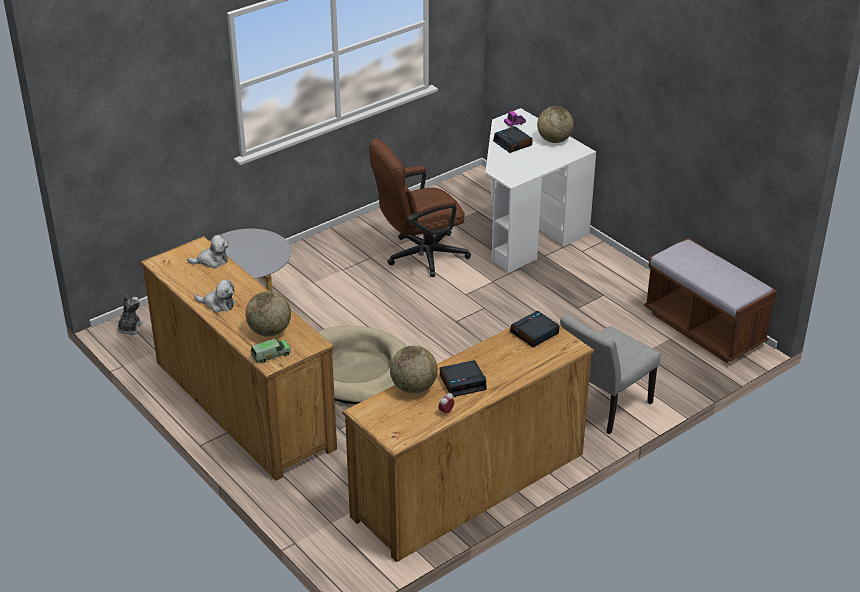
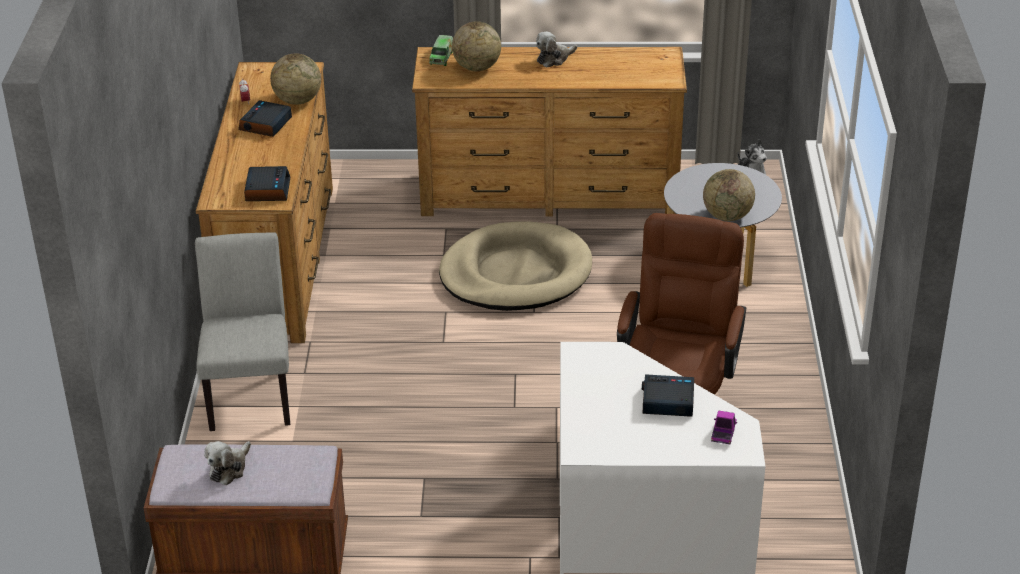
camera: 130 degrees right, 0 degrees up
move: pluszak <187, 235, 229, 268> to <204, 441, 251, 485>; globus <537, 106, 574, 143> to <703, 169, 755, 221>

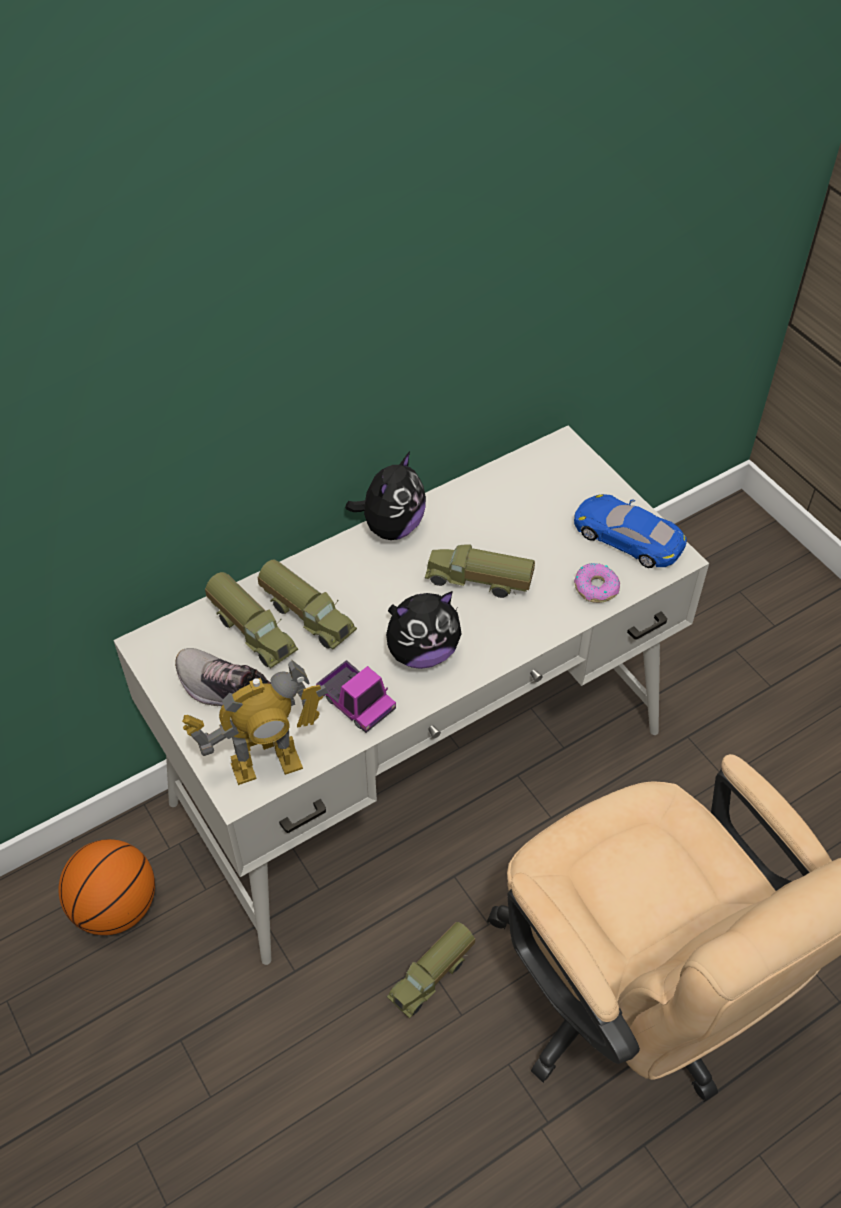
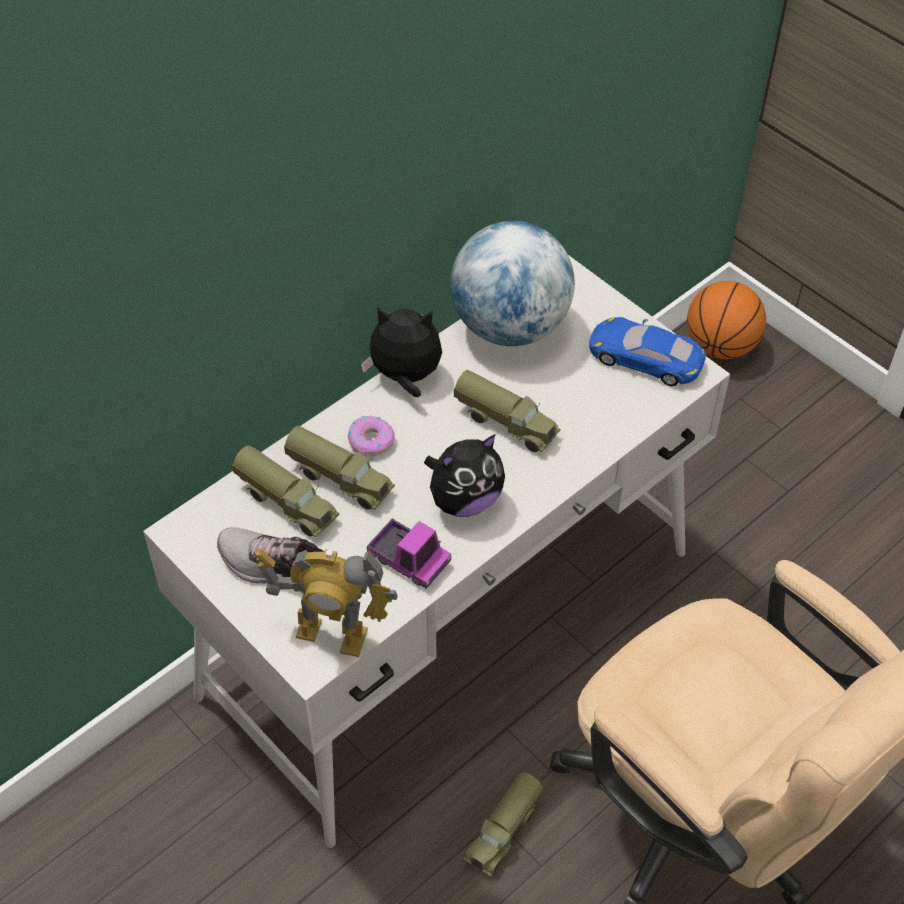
camera: 10 degrees left, 0 degrees up
insert: globus <450, 221, 575, 346>
move: piłka do koszykówki <59, 839, 155, 935> to <687, 281, 766, 359>; donut <574, 563, 620, 603> to <348, 416, 395, 457>
rotate: robot zabawkowy <182, 659, 328, 785> = <254, 548, 398, 657> 45 degrees clockwise; pluszak <345, 451, 426, 540> = <361, 307, 442, 397> 105 degrees counterclockwise; ciężarówka zabawkowa <425, 544, 535, 598> = <454, 370, 561, 452> 150 degrees counterclockwise

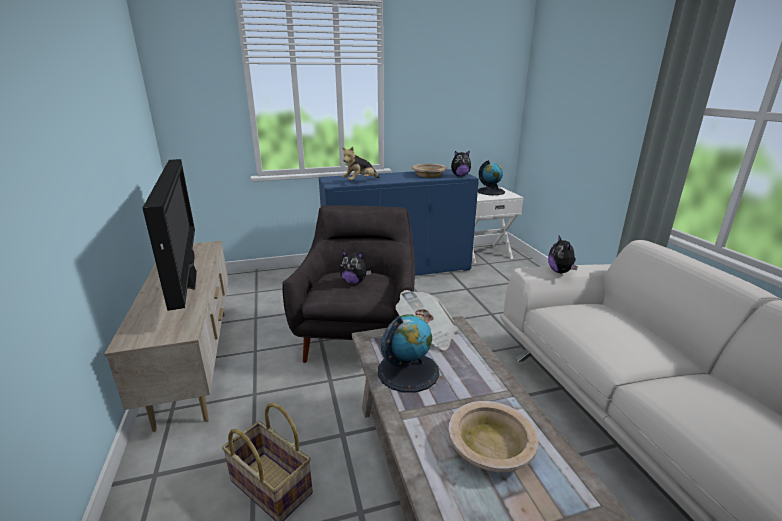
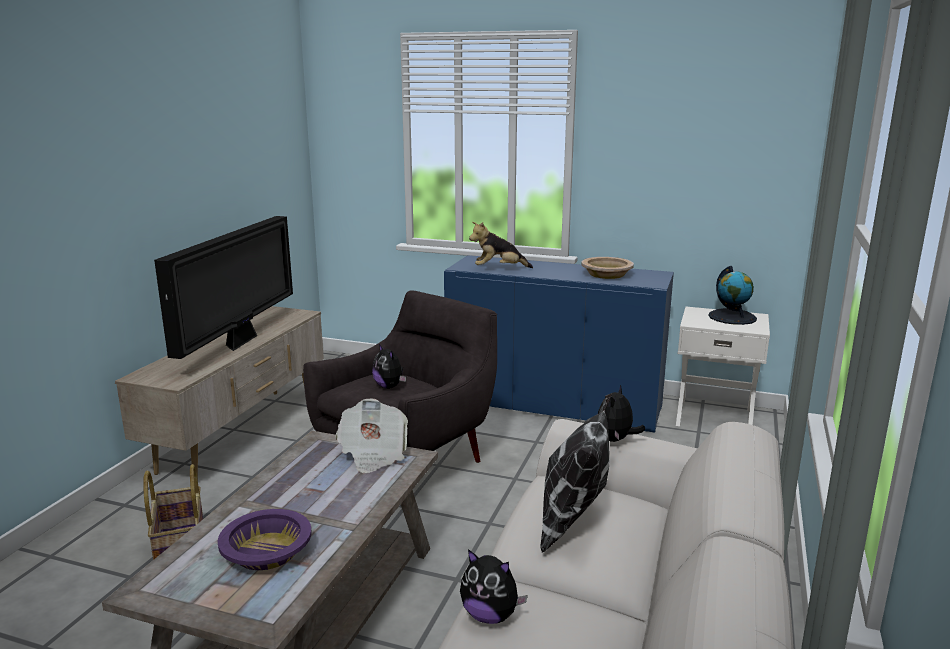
camera: 35 degrees right, 5 degrees down
delete: globus <378, 314, 439, 393>
insert: poduszka <540, 393, 612, 552>
move: pluszak <451, 150, 471, 176> to <460, 549, 528, 624>
recolor: miska (beżowy) <448, 401, 538, 472> to miska (fioletowy) <218, 509, 311, 570>

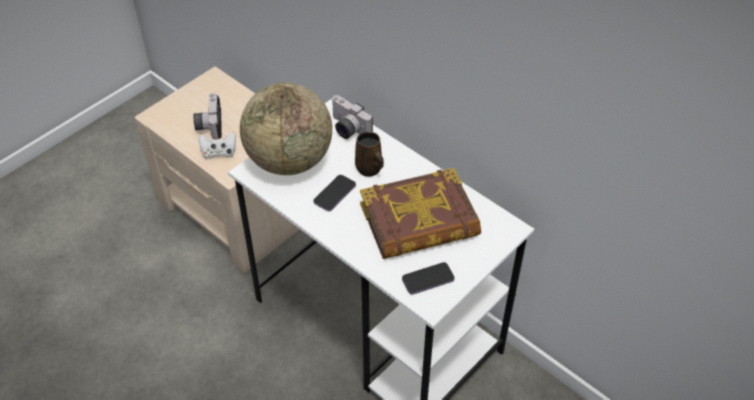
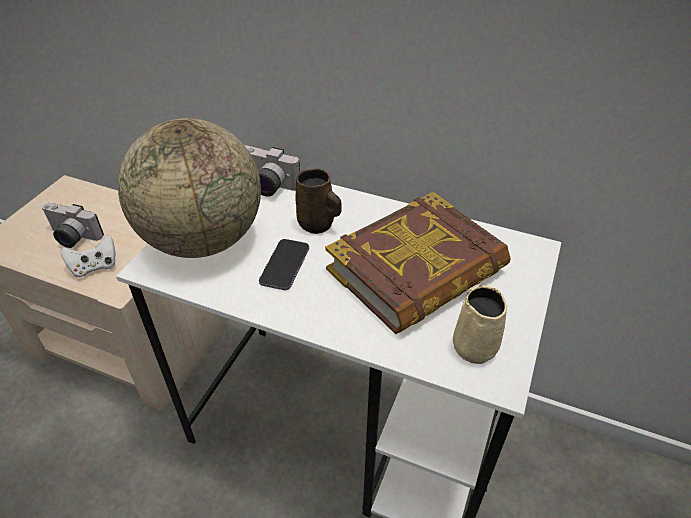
camera: 20 degrees left, 5 degrees down
replace: telefon <402, 262, 455, 295> to kubek (beżowy) <453, 285, 507, 364>
rotate: aparat fotograficzny <193, 93, 222, 140> = <42, 203, 104, 248> 45 degrees counterclockwise

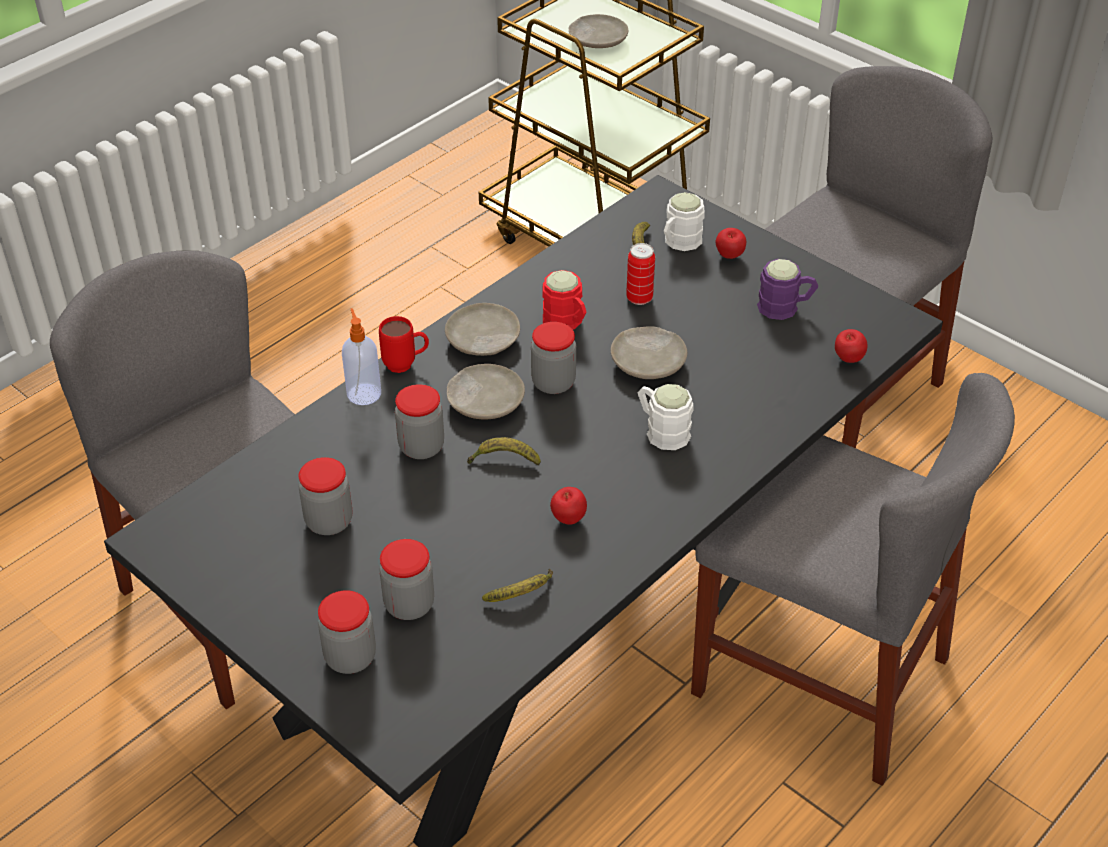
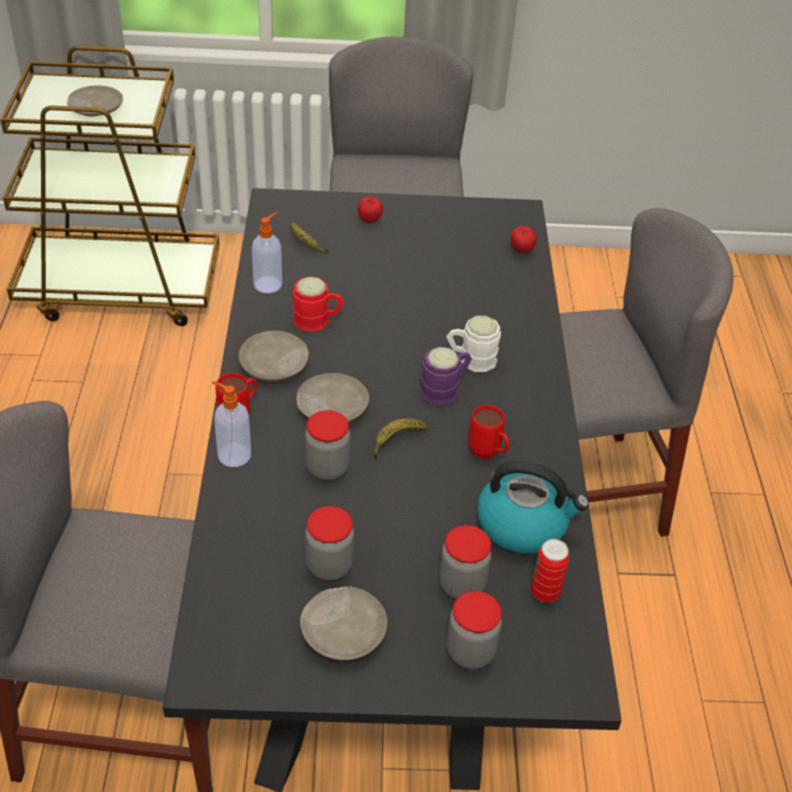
camera: 45 degrees left, 0 degrees up
delete: słoik <531, 322, 576, 394>; kubek (biały) <664, 192, 705, 251>
insert: dozownik mydła <252, 212, 282, 293>
move: talerz (beżowy) <611, 326, 687, 379> to <300, 586, 387, 661>; puszka <626, 243, 655, 305> to <531, 539, 570, 603>; kubek (fioletowy) <757, 259, 818, 320> to <420, 347, 472, 405>
replace: banan <482, 569, 553, 602> to czajnik <477, 460, 589, 554>; jabłko <550, 487, 587, 525> to kubek (czerwony) <468, 405, 510, 459>

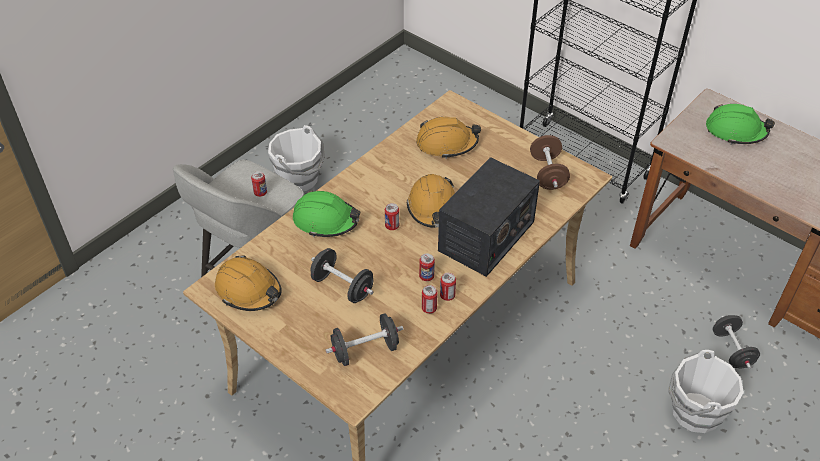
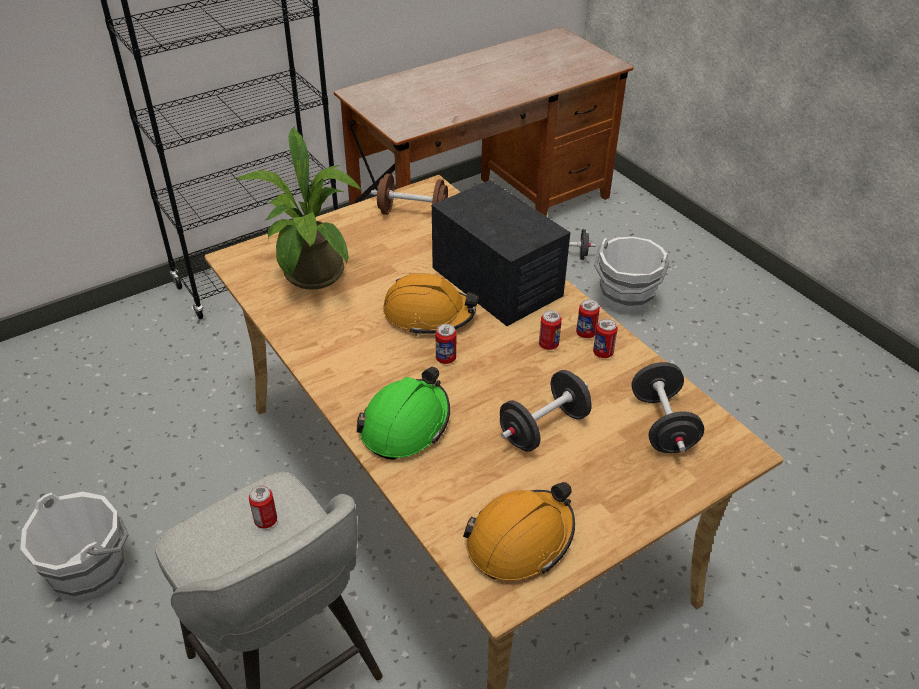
camera: 75 degrees left, 5 degrees down
delete: kask (zielony) <706, 104, 775, 145>
replace: kask (pomarańczowy) <416, 117, 481, 159> to roślina doniczkowa <236, 127, 363, 290>

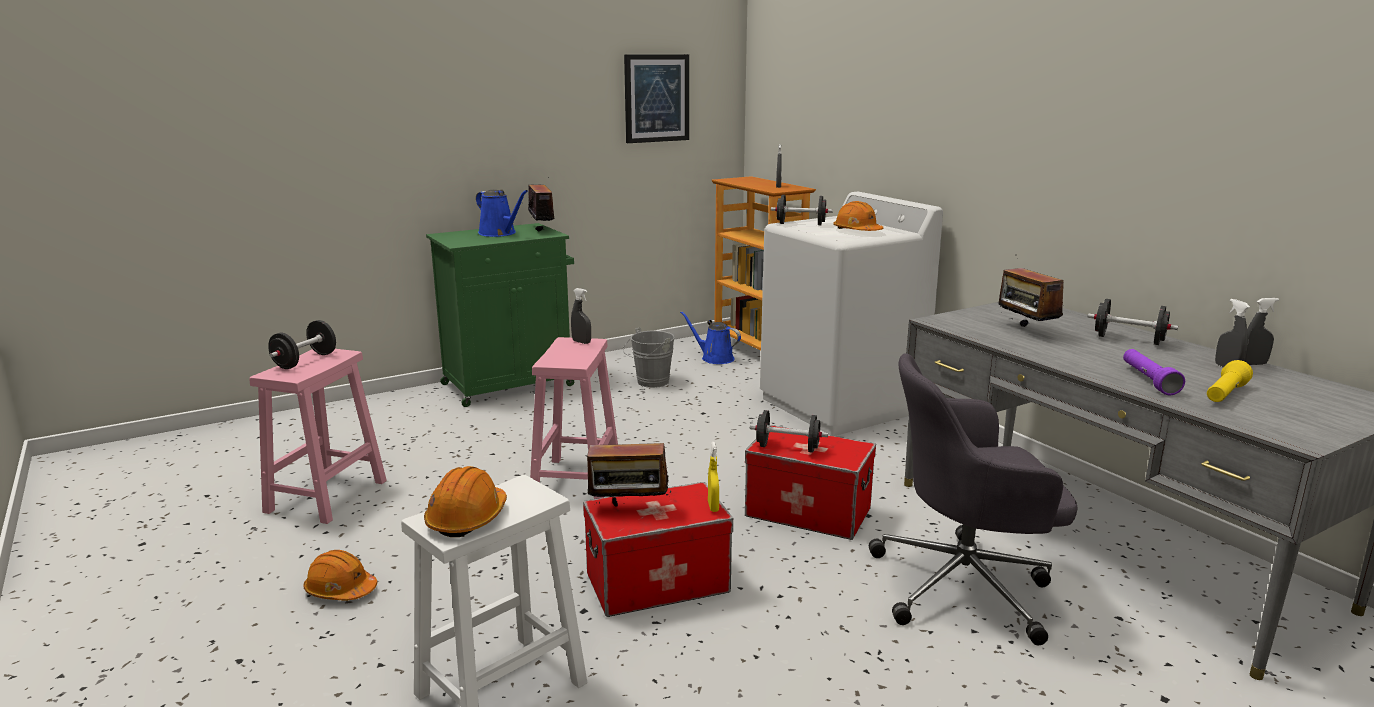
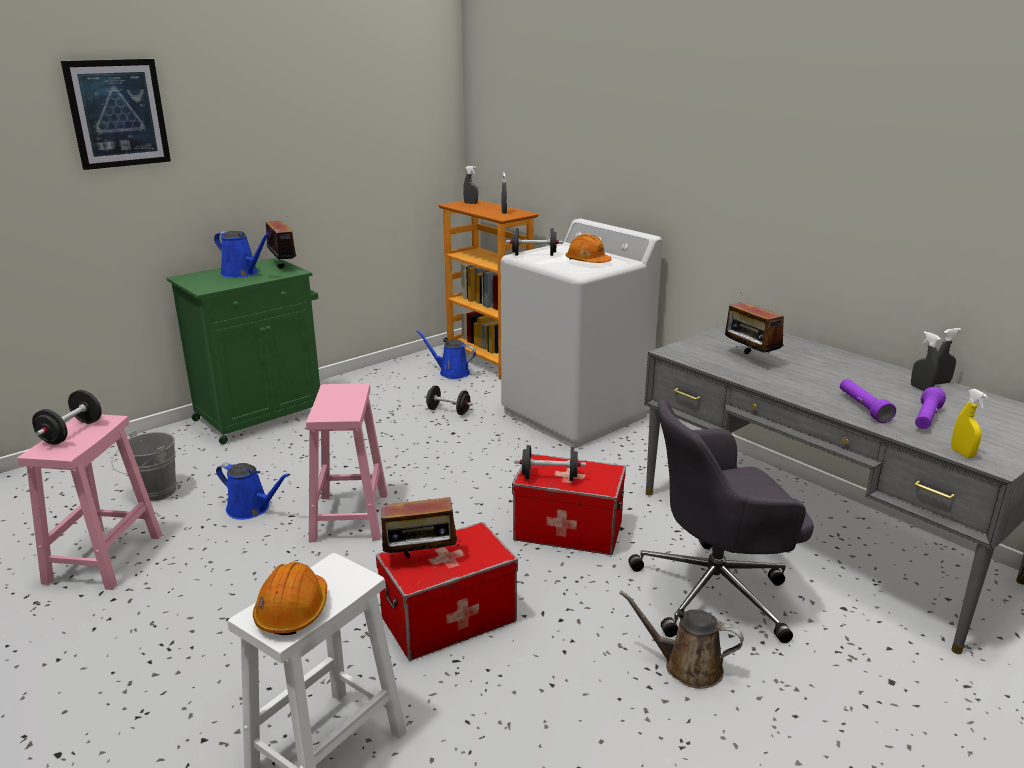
camera: 10 degrees left, 5 degrees up
delete: kask (pomarańczowy) <303, 550, 377, 601>
insert: konewka (niebieski) <216, 463, 290, 520>; konewka (brązowy) <619, 591, 744, 689>
move: spryskiwacz (szary) <571, 288, 591, 344> to <463, 166, 478, 204>; wiadro (szary) <623, 327, 675, 388> to <112, 430, 176, 502>; obraz <624, 54, 689, 143> to <61, 59, 171, 170>; spryskiwacz (żółty) <708, 442, 719, 512> to <951, 389, 988, 458>; hantel (czarny) <1087, 299, 1178, 345> to <424, 385, 473, 415>
recolor: latarka (żółty) <1207, 360, 1253, 402> to latarka (fioletowy) <915, 387, 946, 429>

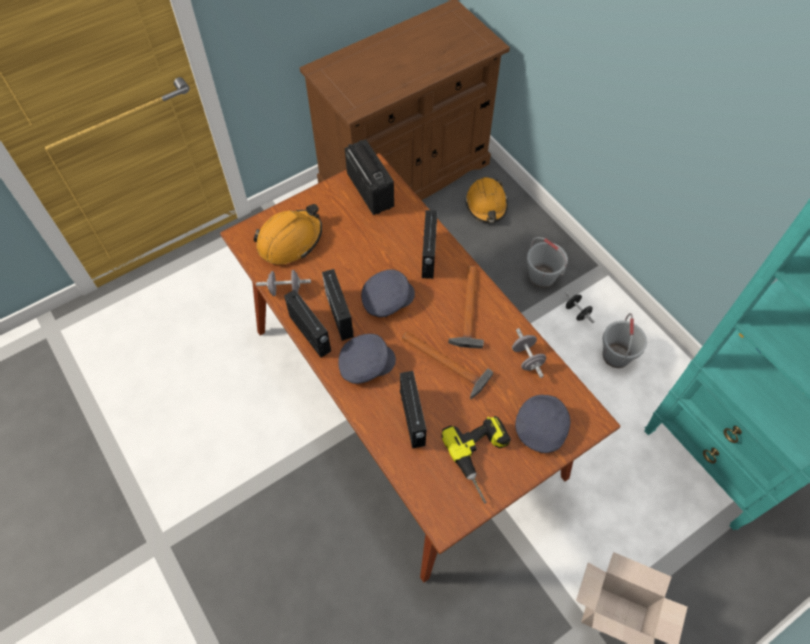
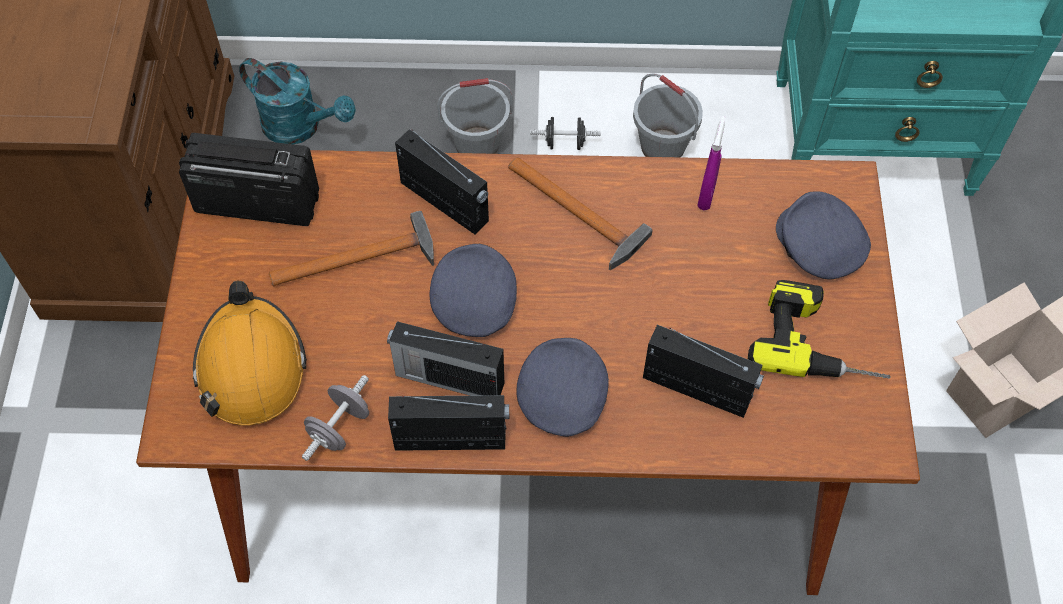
camera: 55 degrees left, 0 degrees up
move: młotek <402, 332, 493, 400> to <269, 211, 434, 286>
replace: kask (pomarańczowy) <465, 177, 508, 223> to konewka (turkusowy) <239, 58, 356, 144>; hantel (szary) <512, 328, 546, 378> to spryskiwacz (fioletowy) <697, 116, 726, 210>

